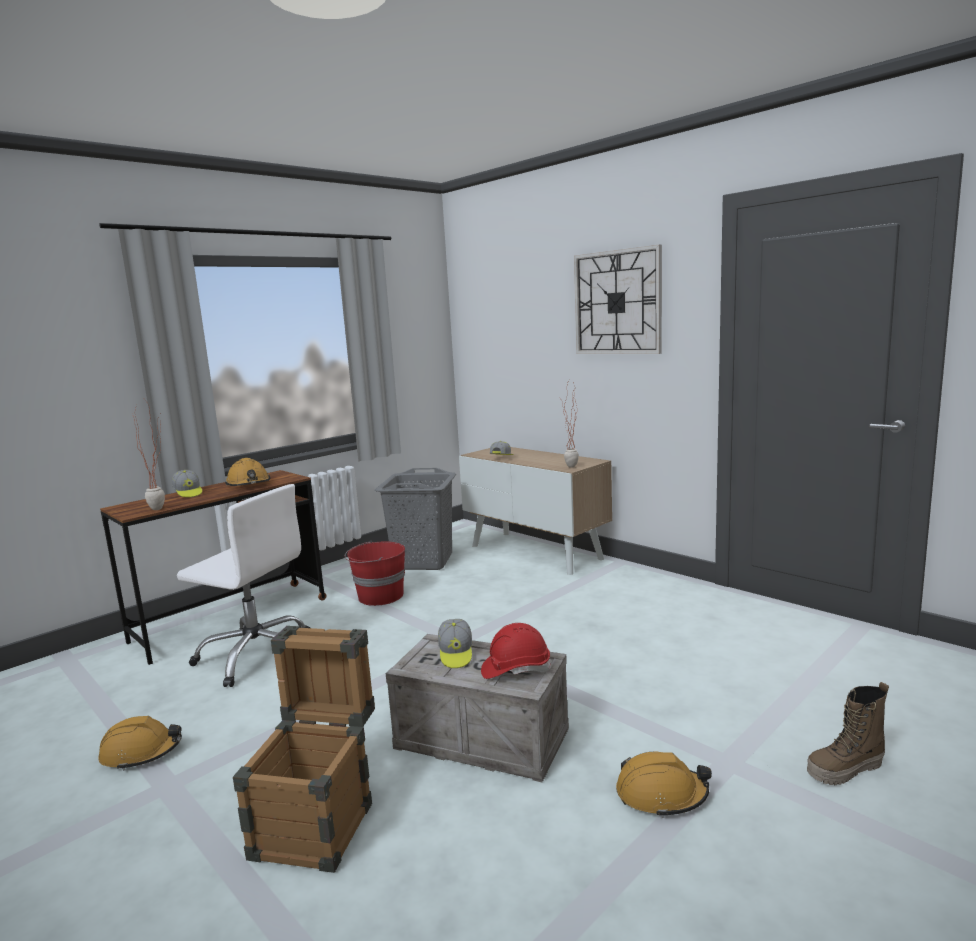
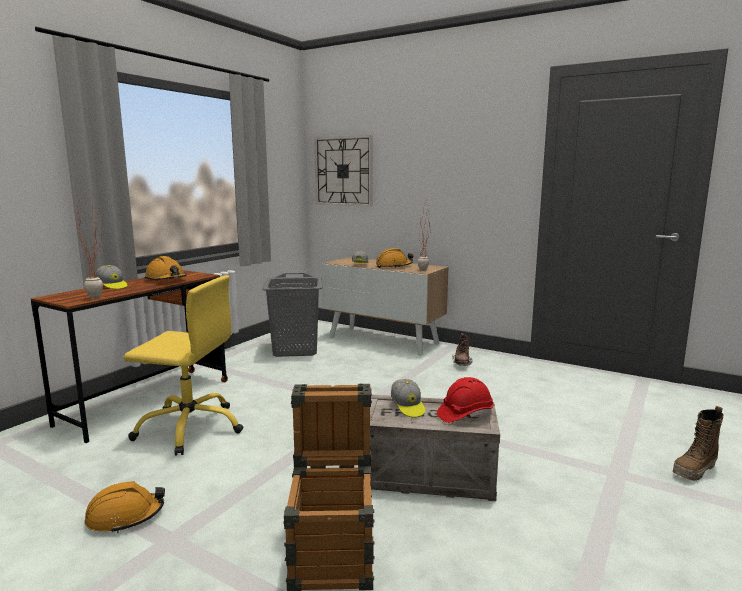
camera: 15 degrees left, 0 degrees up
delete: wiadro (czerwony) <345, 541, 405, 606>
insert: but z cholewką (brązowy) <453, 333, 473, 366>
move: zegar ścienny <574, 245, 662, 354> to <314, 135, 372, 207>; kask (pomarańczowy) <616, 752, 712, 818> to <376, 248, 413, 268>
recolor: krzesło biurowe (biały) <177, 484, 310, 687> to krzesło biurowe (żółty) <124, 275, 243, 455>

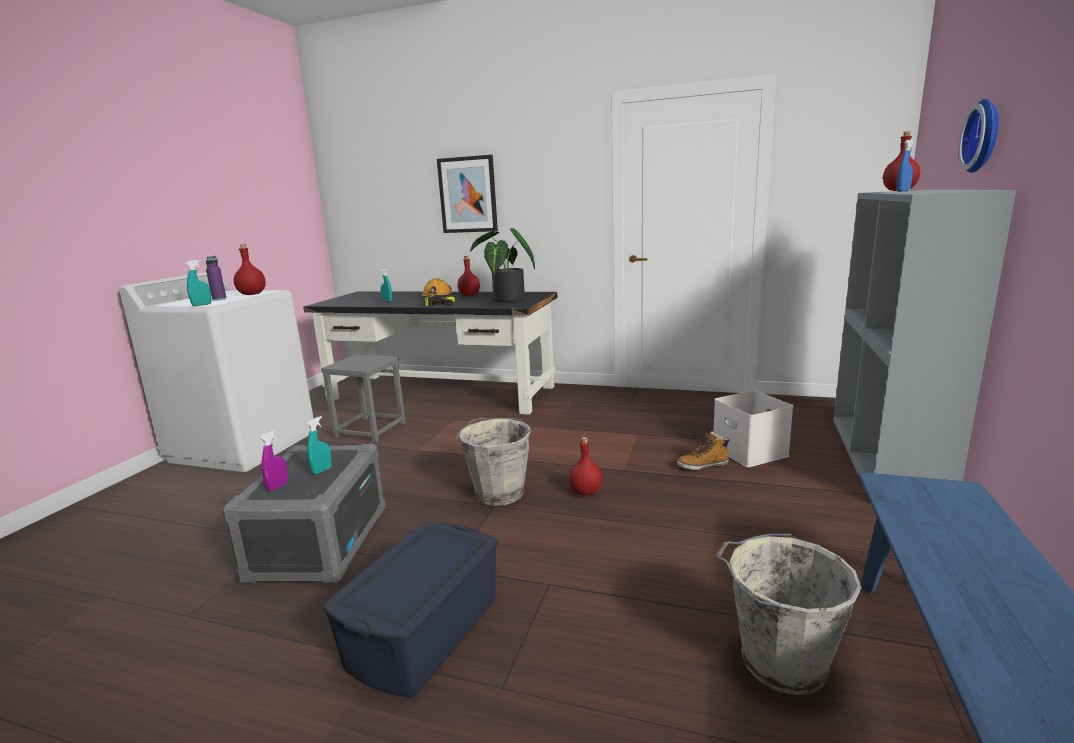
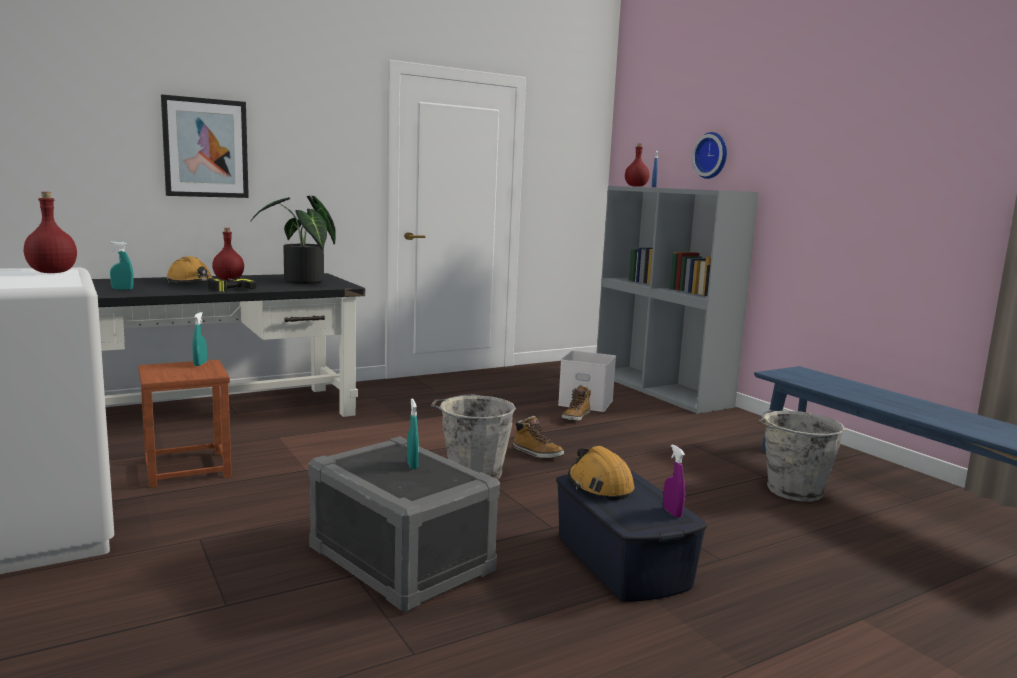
camera: 50 degrees left, 5 degrees down
delete: butelka (fioletowy) <206, 256, 227, 301>
insert: kask (pomarańczowy) <568, 446, 634, 501>
move: spryskiwacz (turkusowy) <186, 260, 212, 306> to <192, 312, 207, 366>; spryskiwacz (fioletowy) <260, 429, 288, 491> to <663, 444, 685, 518>
replace: butelka (czerwony) <569, 437, 602, 495> to but z cholewką <513, 416, 564, 459>
recolor: stołek (szary) <321, 354, 406, 442> to stołek (brązowy) <138, 360, 232, 488>

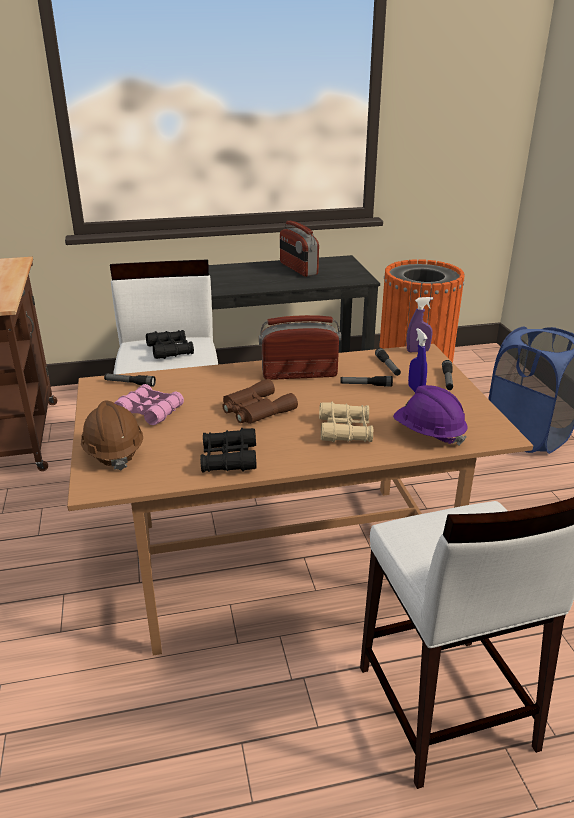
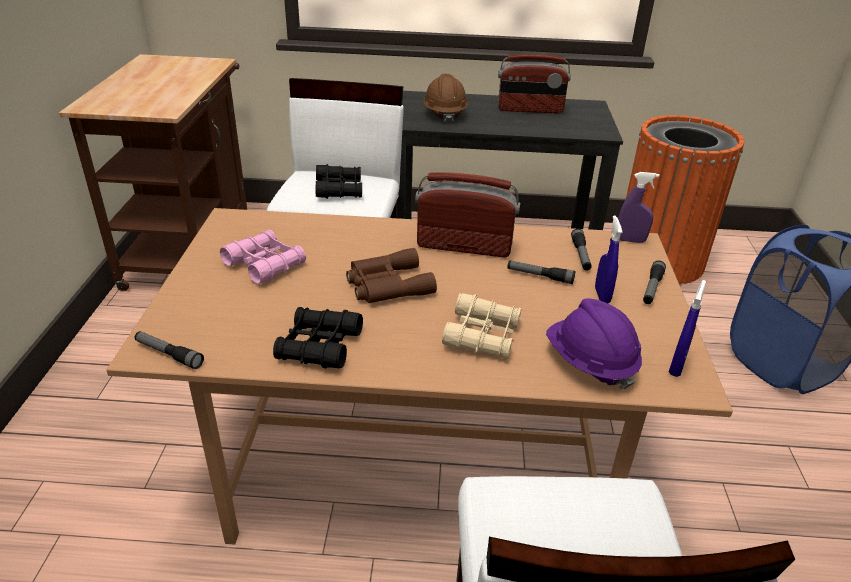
camera: 15 degrees right, 5 degrees up
insert: spryskiwacz (niebieski) <669, 280, 706, 377>
move: kask (brązowy) <81, 401, 143, 471> to <423, 74, 468, 124>; latarka <104, 374, 156, 387> to <134, 331, 204, 369>
rotate: radio <280, 221, 319, 277> = <498, 54, 571, 114> 75 degrees counterclockwise

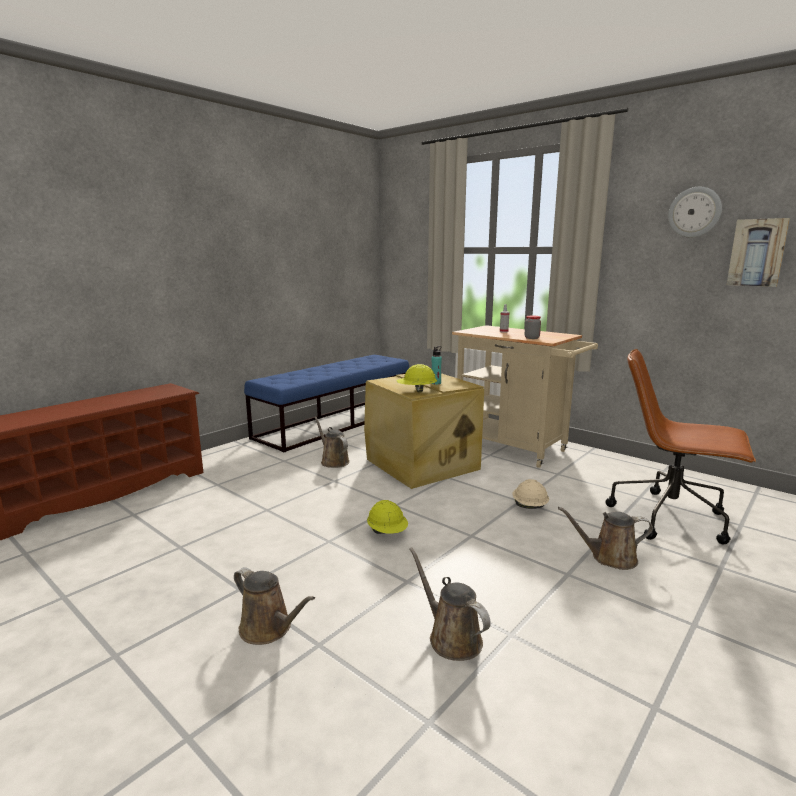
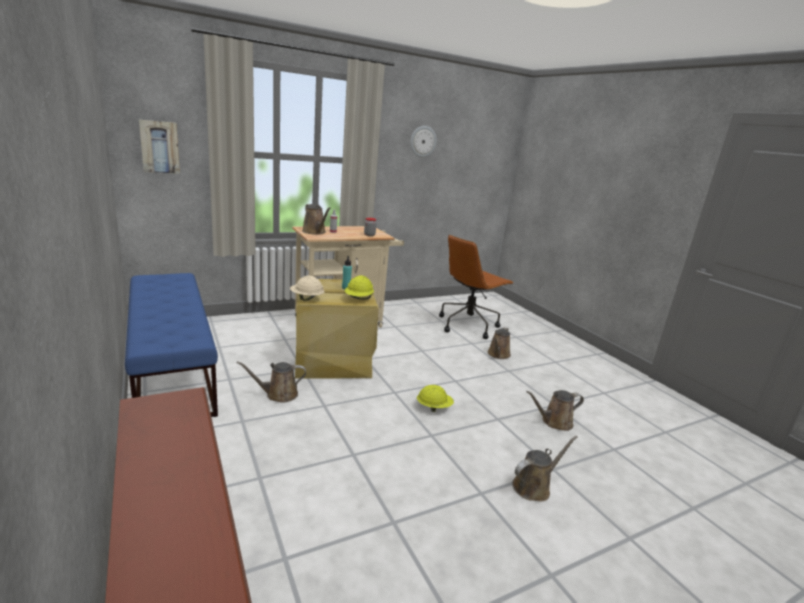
camera: 70 degrees left, 5 degrees up
insert: konewka (brązowy) <302, 204, 331, 234>
move: kask (beżowy) <512, 479, 549, 509> to <290, 276, 325, 301>; obraz <727, 218, 790, 287> to <139, 120, 180, 174>

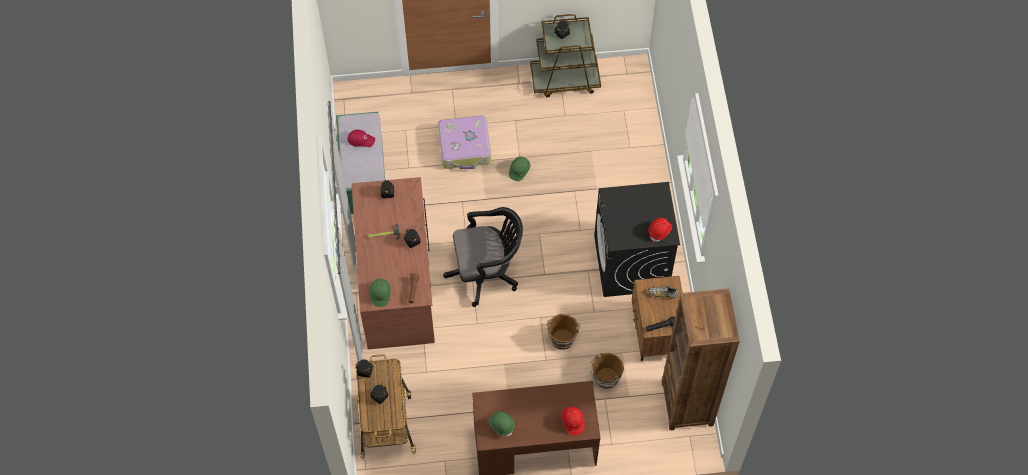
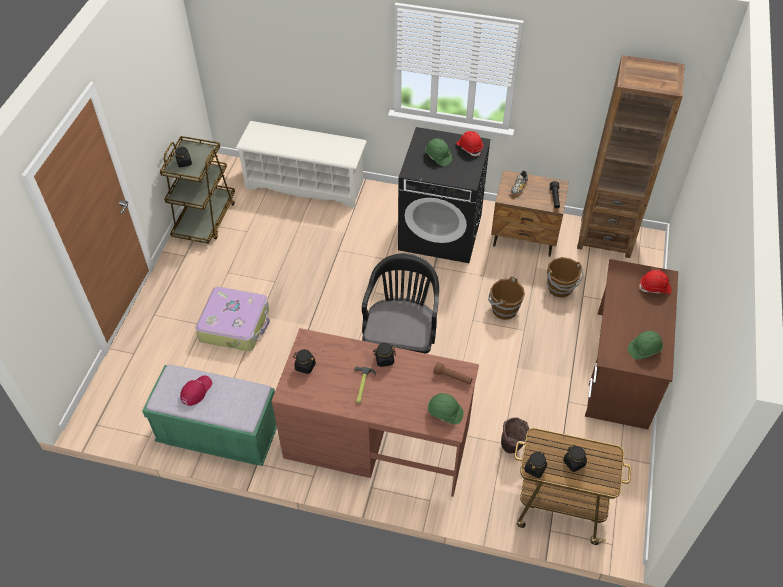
camera: 70 degrees left, 10 degrees down
insert: regał na buty (biały) <236, 121, 367, 208>; wiadro (brązowy) <501, 417, 534, 454>
move: kask (zielony) <509, 156, 530, 181> to <425, 138, 452, 166>

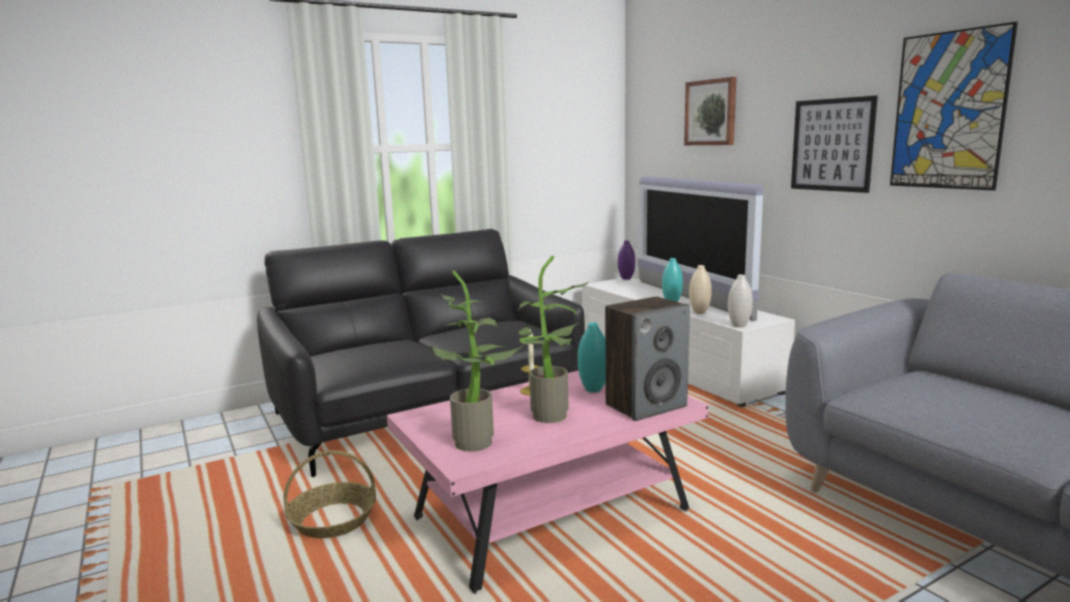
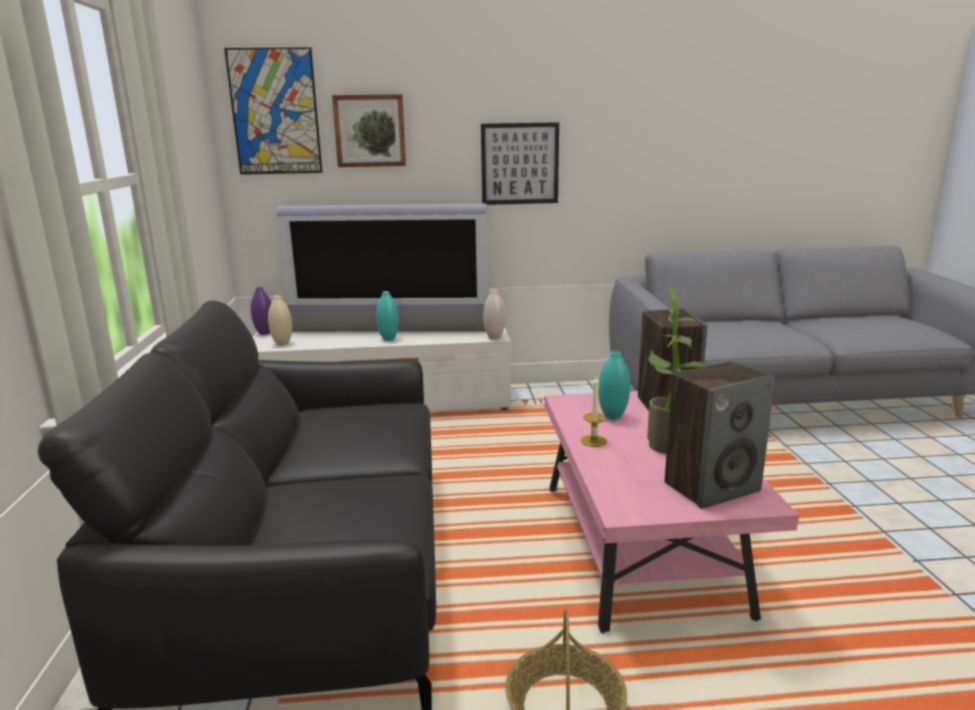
camera: 65 degrees left, 5 degrees up
move: wazon (beżowy) <689, 265, 712, 314> to <268, 295, 292, 346>; obraz <890, 22, 1018, 190> to <224, 47, 323, 175>
replace: roślina doniczkowa <429, 270, 523, 452> to głośnik <665, 361, 775, 509>

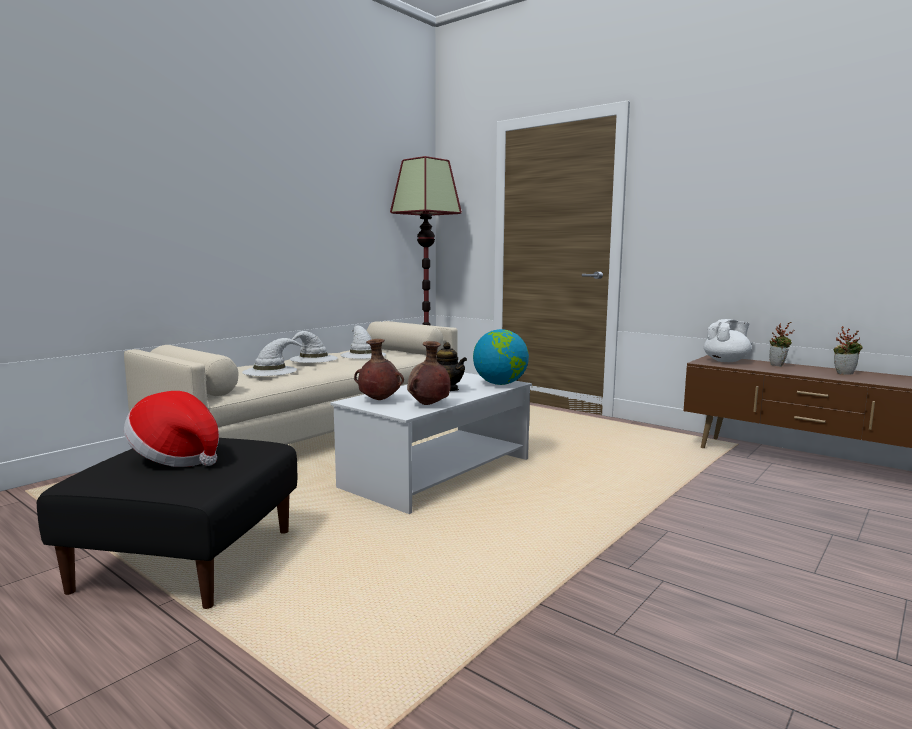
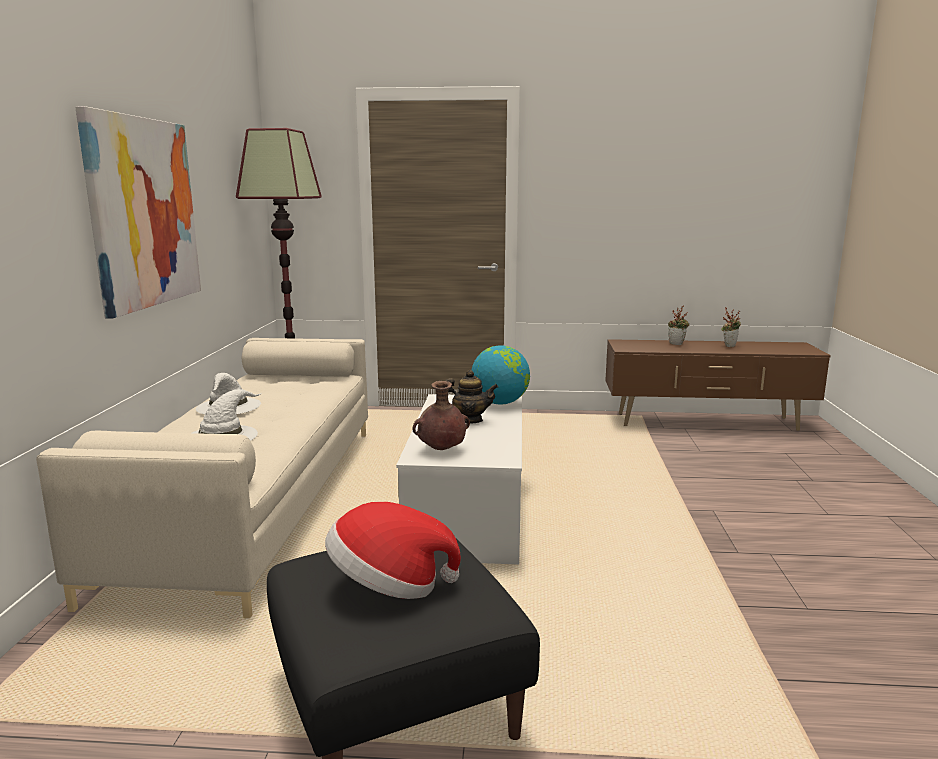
camera: 35 degrees left, 5 degrees up
delete: kapelusz (biały) <340, 325, 386, 359>; wazon (brązowy) <407, 341, 451, 405>; imbryk (biały) <704, 319, 751, 362>
insert: obraz <75, 106, 201, 319>

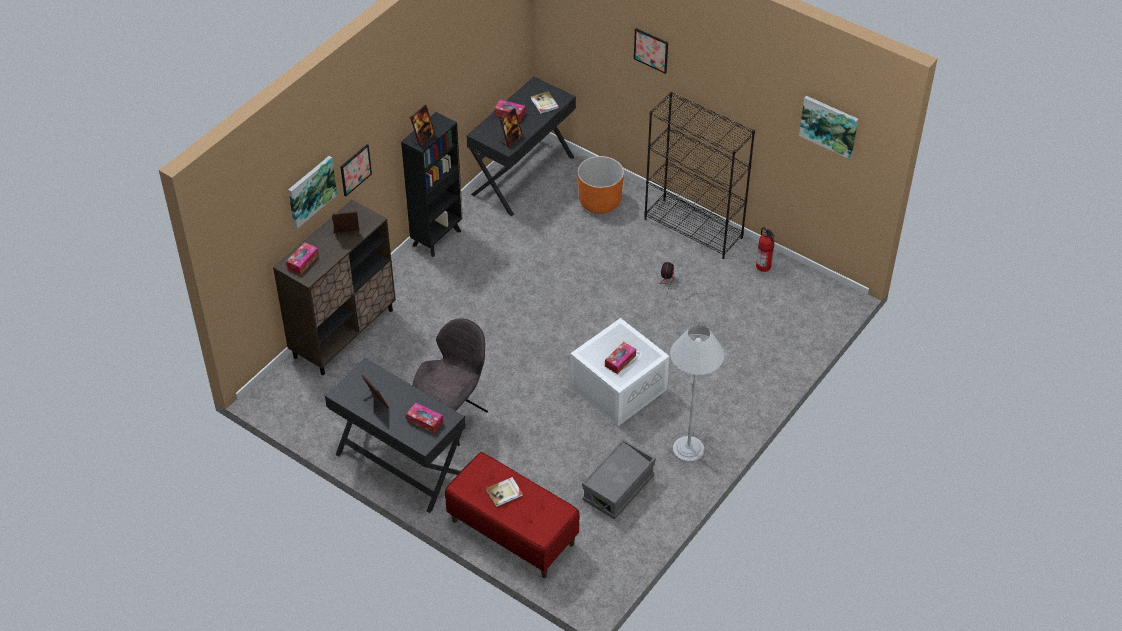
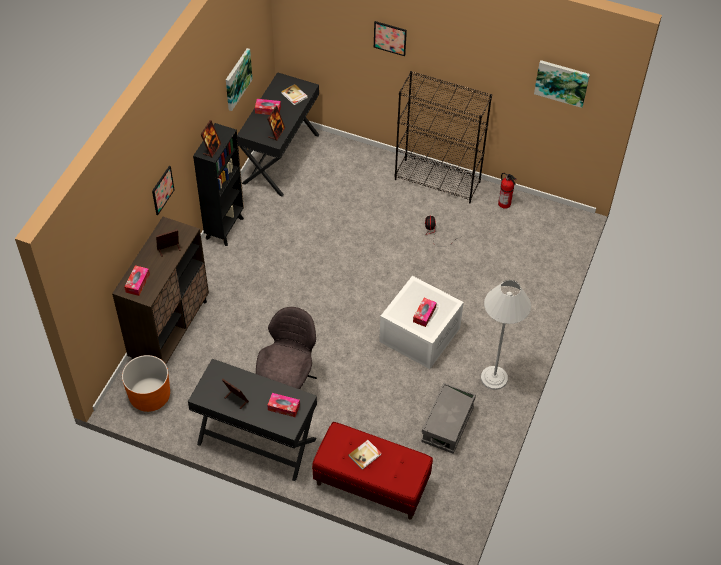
camera: 15 degrees left, 5 degrees up
move: obraz <288, 156, 337, 229> to <226, 48, 253, 111>; donica (pomarańczowy) <578, 156, 624, 214> to <122, 355, 170, 412>

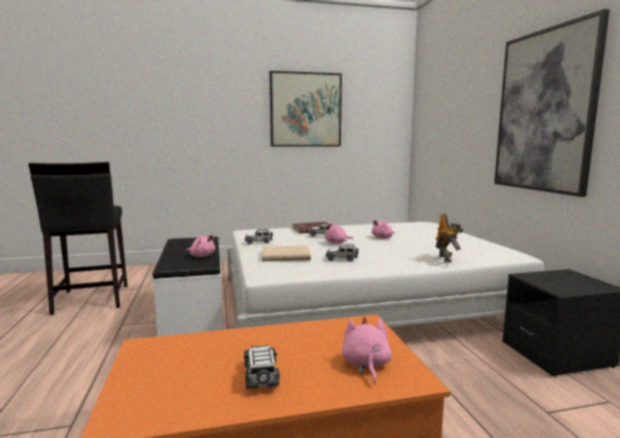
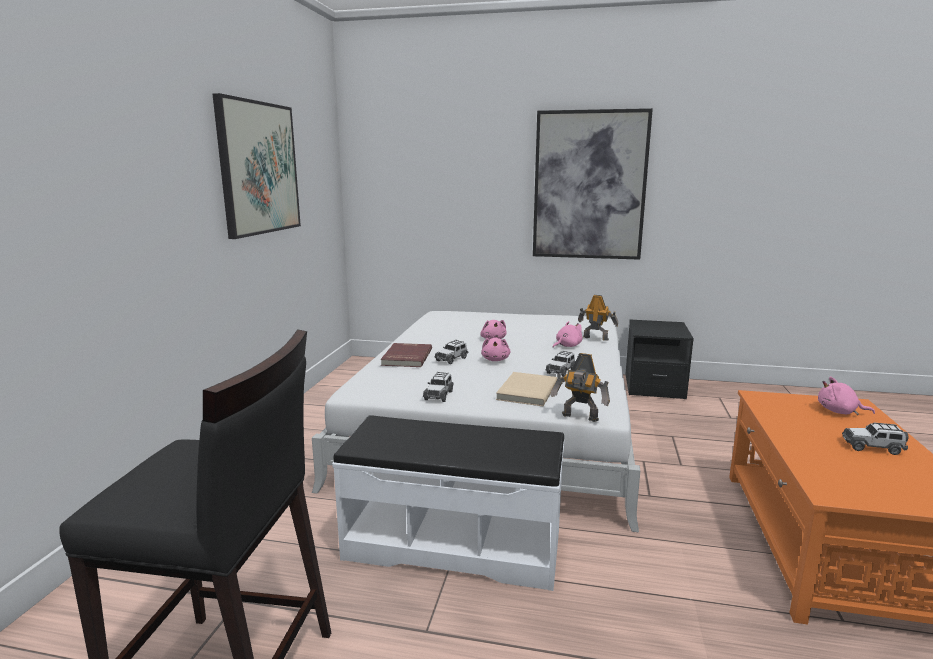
camera: 65 degrees left, 5 degrees up
insert: robot zabawkowy <551, 353, 610, 422>
move: pluszak (różowy) <186, 234, 215, 257> to <553, 321, 582, 348>

